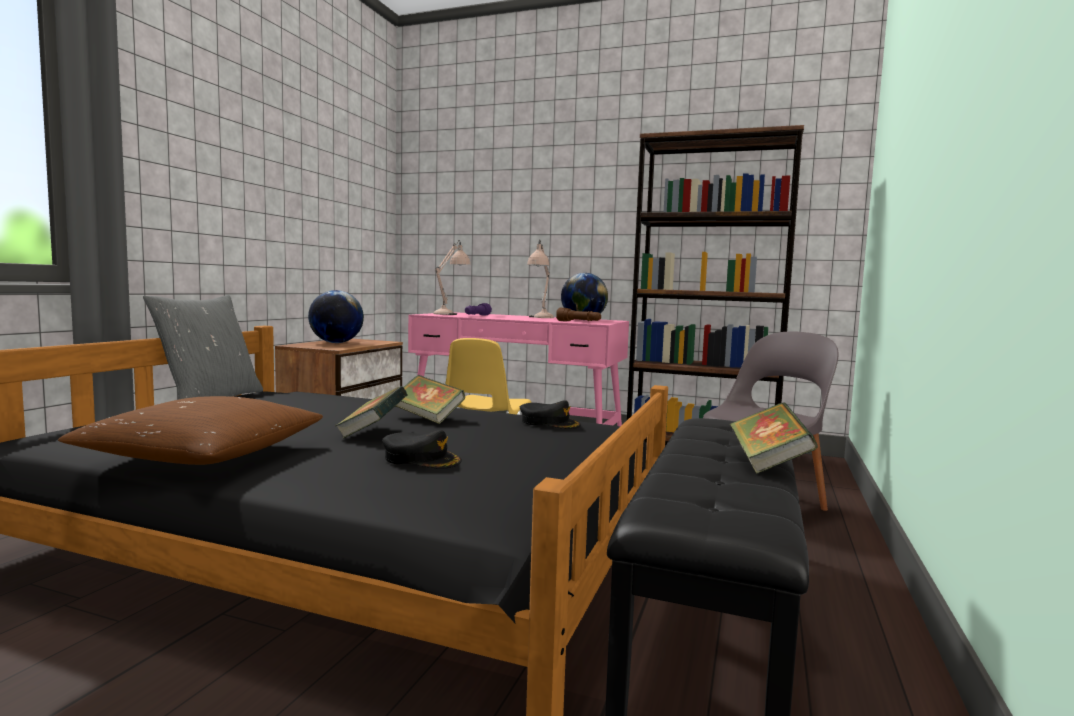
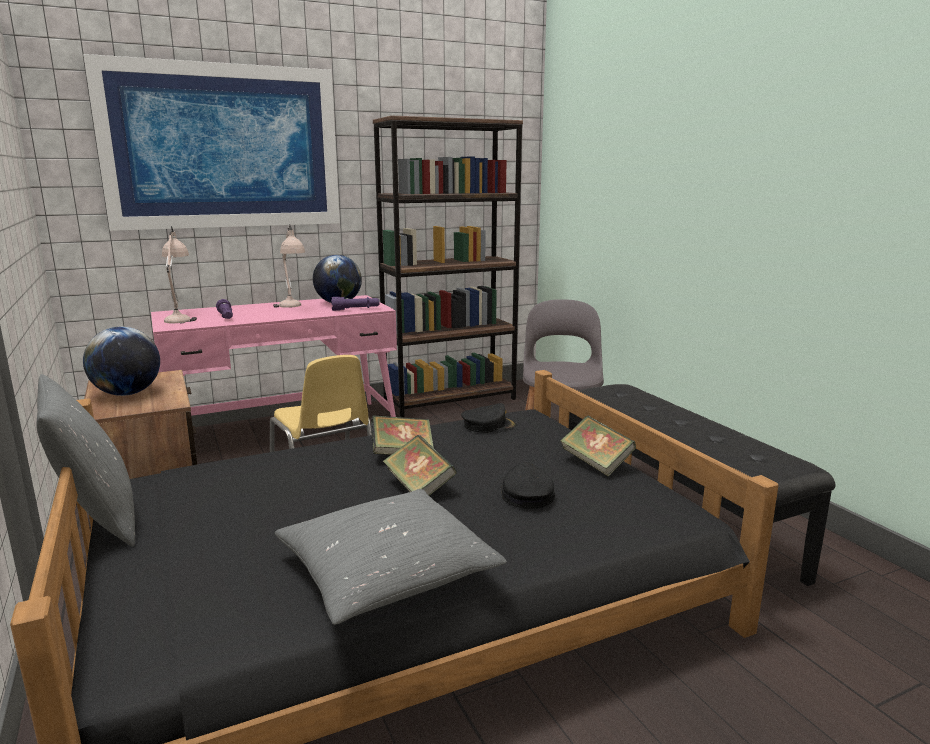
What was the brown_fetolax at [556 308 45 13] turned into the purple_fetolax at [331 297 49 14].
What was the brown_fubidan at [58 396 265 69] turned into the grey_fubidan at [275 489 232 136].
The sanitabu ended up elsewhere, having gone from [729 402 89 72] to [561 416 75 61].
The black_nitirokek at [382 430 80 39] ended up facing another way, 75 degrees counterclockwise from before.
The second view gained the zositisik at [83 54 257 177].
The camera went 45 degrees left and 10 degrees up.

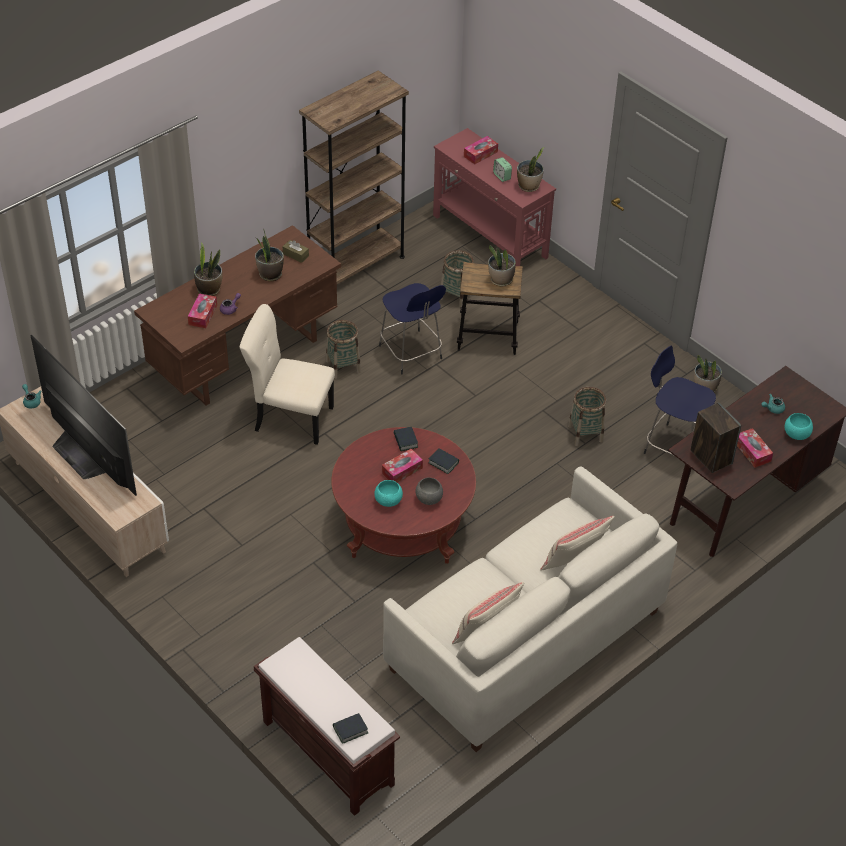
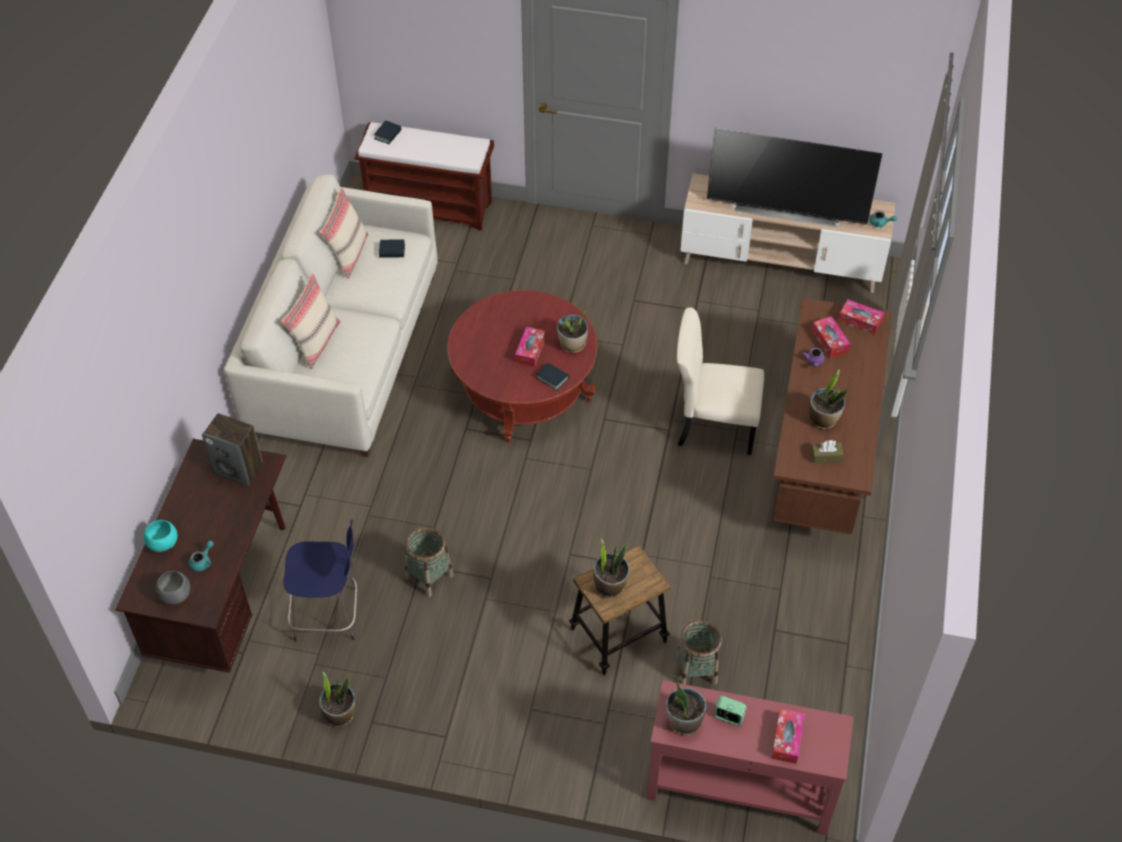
The second view lost the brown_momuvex at [299 70 110 214].
The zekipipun ended up elsewhere, having gone from [194 242 28 54] to [557 311 31 42].
The second view lost the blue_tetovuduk at [379 283 67 92].
The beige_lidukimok at [240 304 95 141] ended up facing another way, 150 degrees counterclockwise from before.
The second view lost the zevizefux at [326 320 35 59].
The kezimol ended up elsewhere, having gone from [737 428 36 40] to [838 300 46 35].
The sanitabu ended up elsewhere, having gone from [428 448 31 26] to [379 240 26 18].
The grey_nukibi ended up elsewhere, having gone from [415 477 28 28] to [156 571 34 33].
The second view lost the turquoise_nukibi at [374 480 29 27].
The camera went 145 degrees right and 5 degrees up.

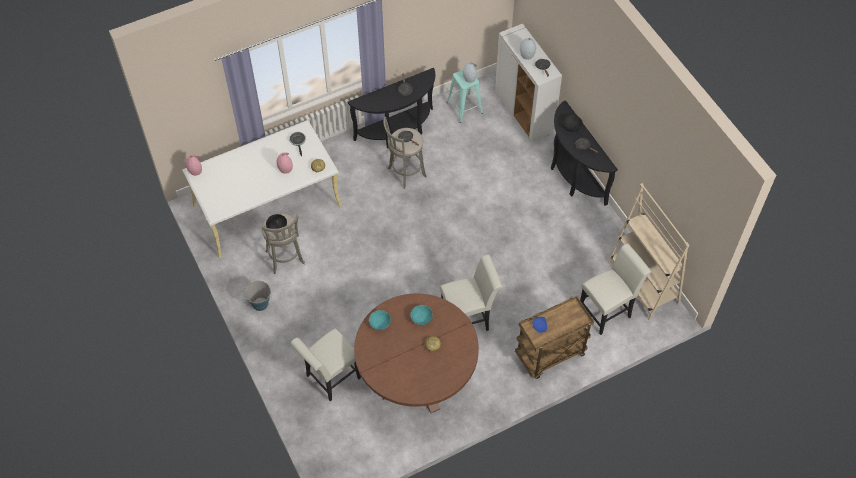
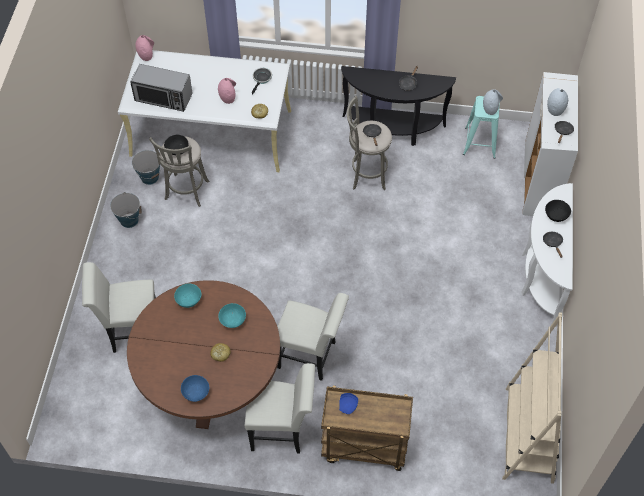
What was the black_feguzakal at [551 100 67 106] turned into the white_feguzakal at [521 183 52 144].
The white_lidukimok ended up elsewhere, having gone from [580 243 72 92] to [245 363 70 90].
The second view gained the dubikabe at [130 64 63 48].
The second view gained the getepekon at [132 150 30 35].
The second view gained the blue_nukibi at [181 375 28 27].
The camera went 35 degrees right and 0 degrees up.

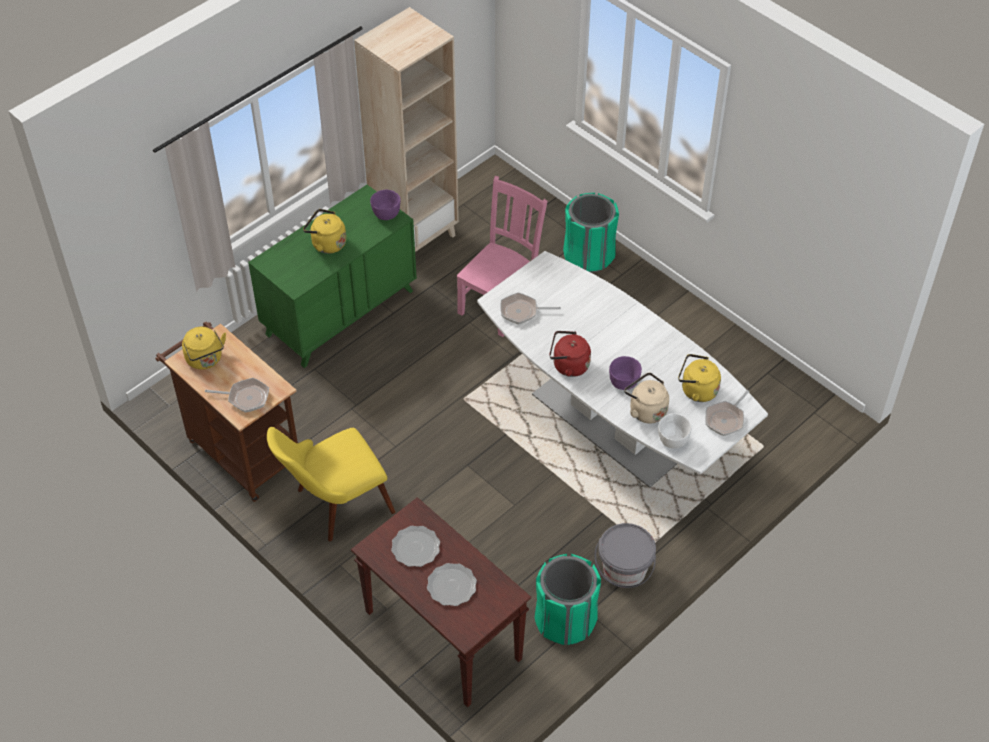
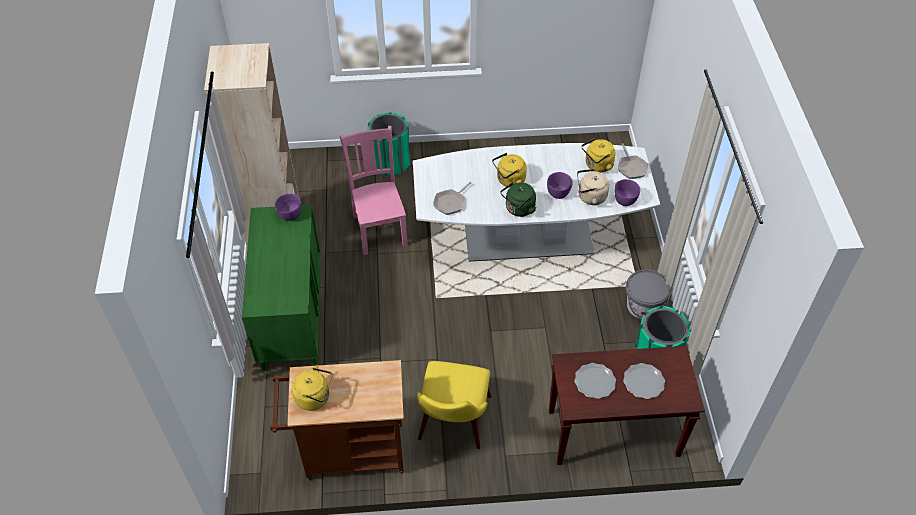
The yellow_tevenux ended up elsewhere, having gone from [303 209 43 45] to [492 153 35 34].
What was the red_tevenux at [549 331 42 46] turned into the green_tevenux at [500 182 36 35].
The second view lost the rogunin at [205 378 64 35].
What was the white_nukibi at [658 413 33 35] turned into the purple_nukibi at [615 179 25 27].
The camera went 50 degrees left and 0 degrees up.

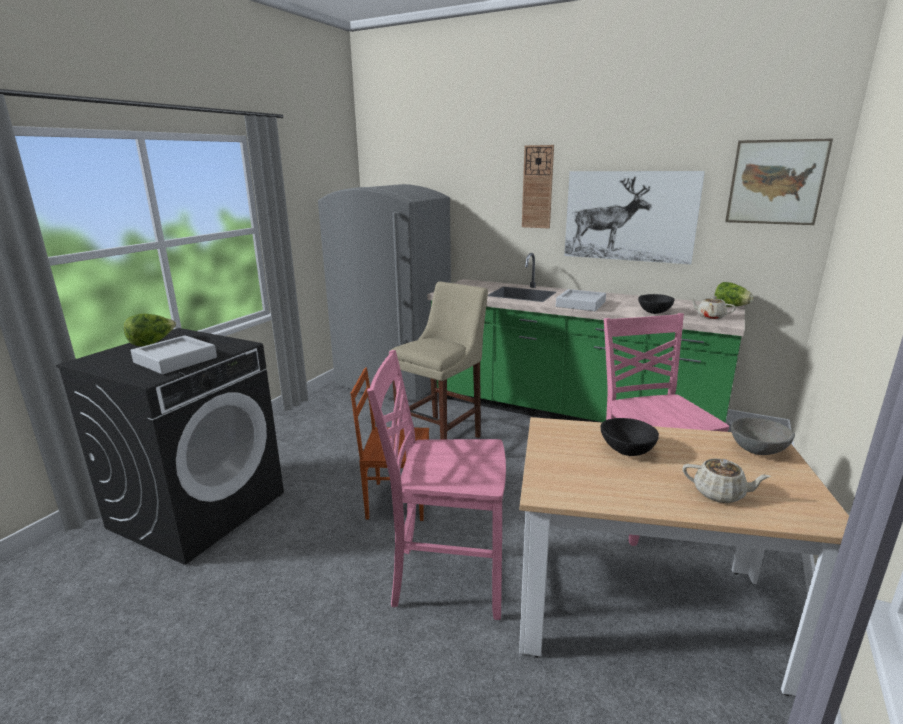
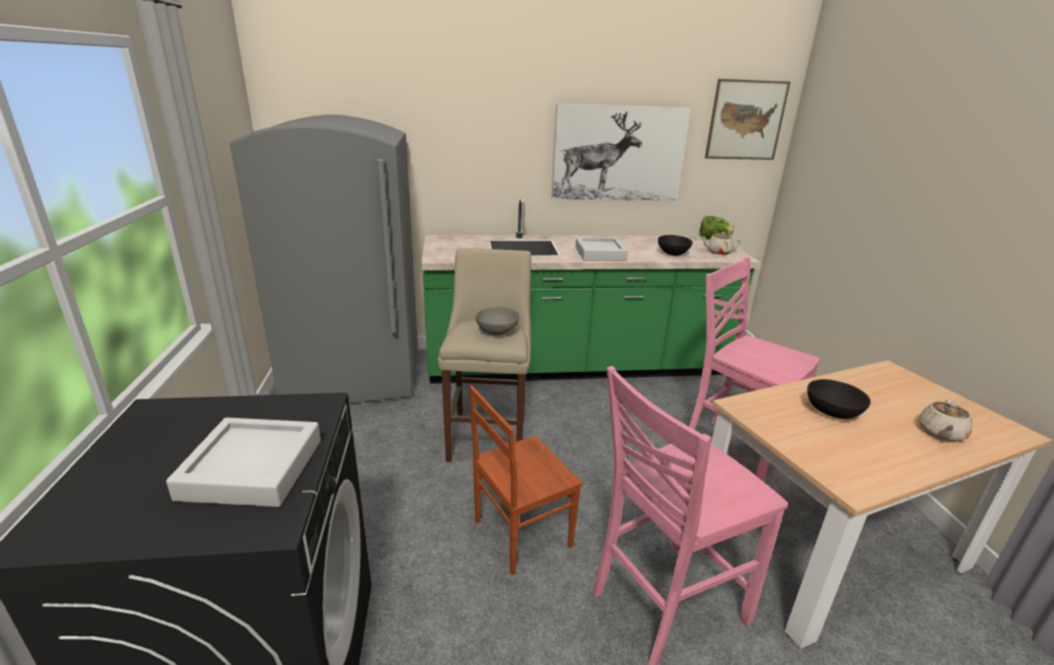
The second view lost the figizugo at [522 145 32 83].
The second view lost the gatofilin at [124 314 52 32].
The grey_nukibi ended up elsewhere, having gone from [731 418 64 37] to [476 307 44 28].
The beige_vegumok at [682 458 89 45] ended up facing another way, 135 degrees clockwise from before.
The camera went 35 degrees left and 5 degrees up.

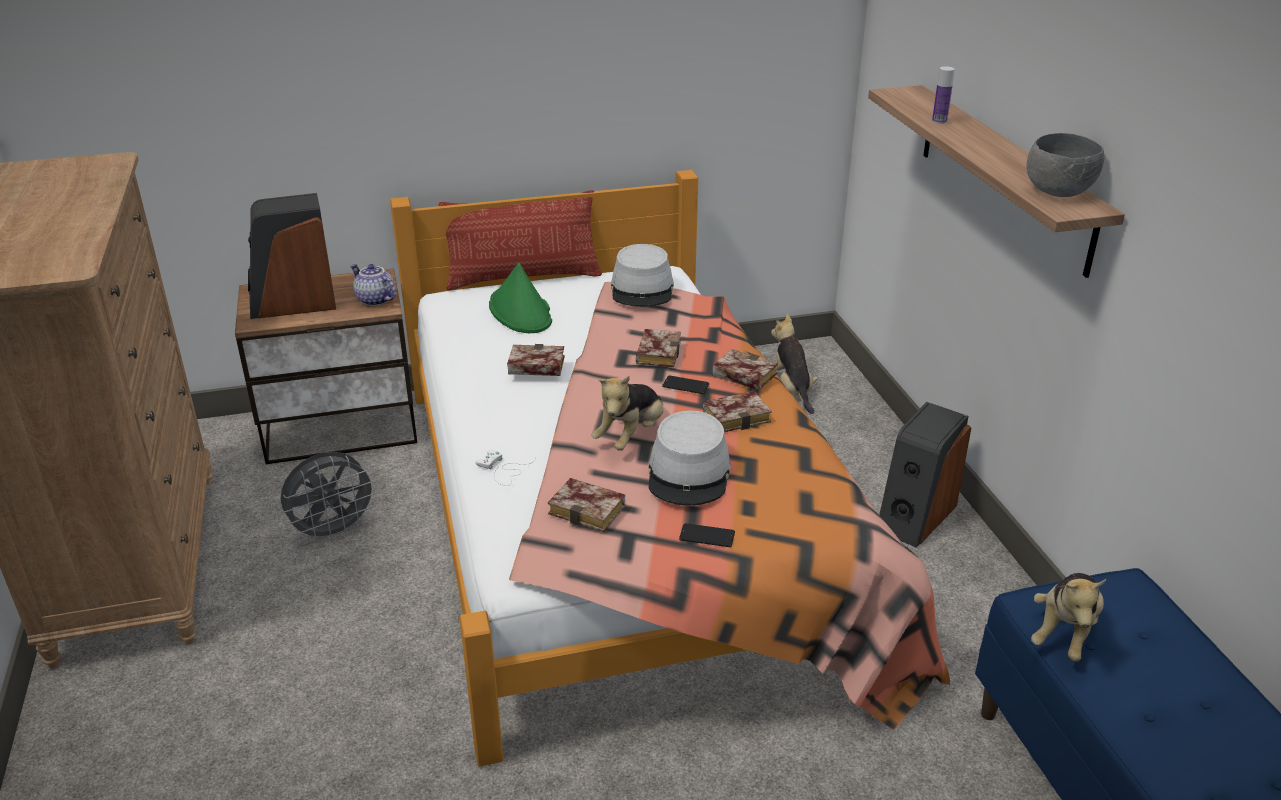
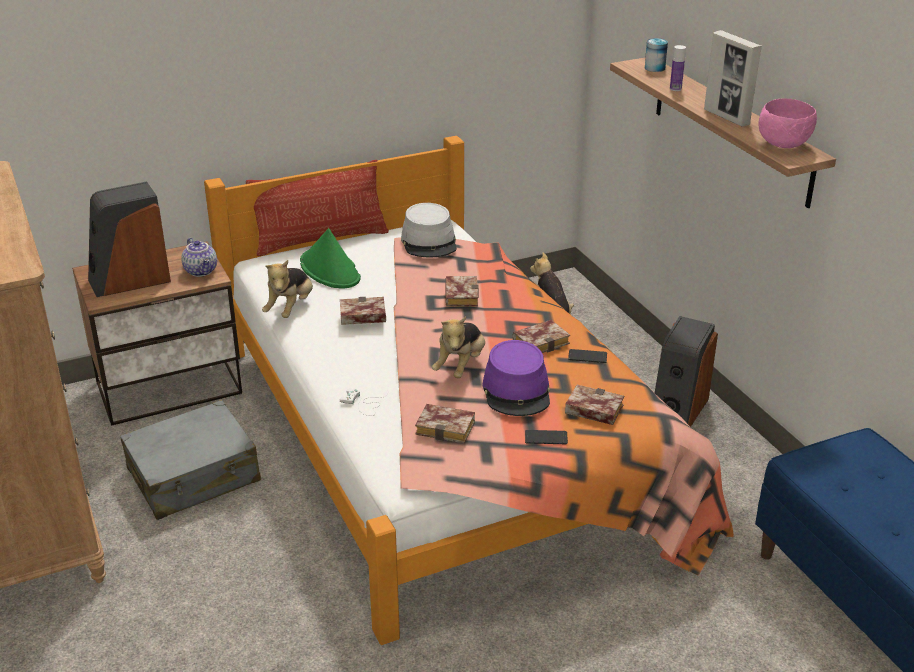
What was the grey_nukibi at [1026 133 78 64] turned into the pink_nukibi at [759 98 58 50].
The vegumok at [351 264 45 42] ended up facing another way, 150 degrees counterclockwise from before.
The sanitabu ended up elsewhere, having gone from [713 349 65 42] to [565 385 59 40].
The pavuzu ended up elsewhere, having gone from [662 376 47 18] to [568 349 39 14].
What was the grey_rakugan at [648 411 83 95] turned into the purple_rakugan at [482 340 68 76].
Where the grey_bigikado stood at [280 452 99 91], the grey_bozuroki came to stand at [120 400 141 120].
The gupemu ended up elsewhere, having gone from [1031 573 75 88] to [262 260 51 58].
The second view gained the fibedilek at [704 30 58 97].
The second view gained the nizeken at [645 38 23 34].
The camera went 10 degrees left and 0 degrees up.

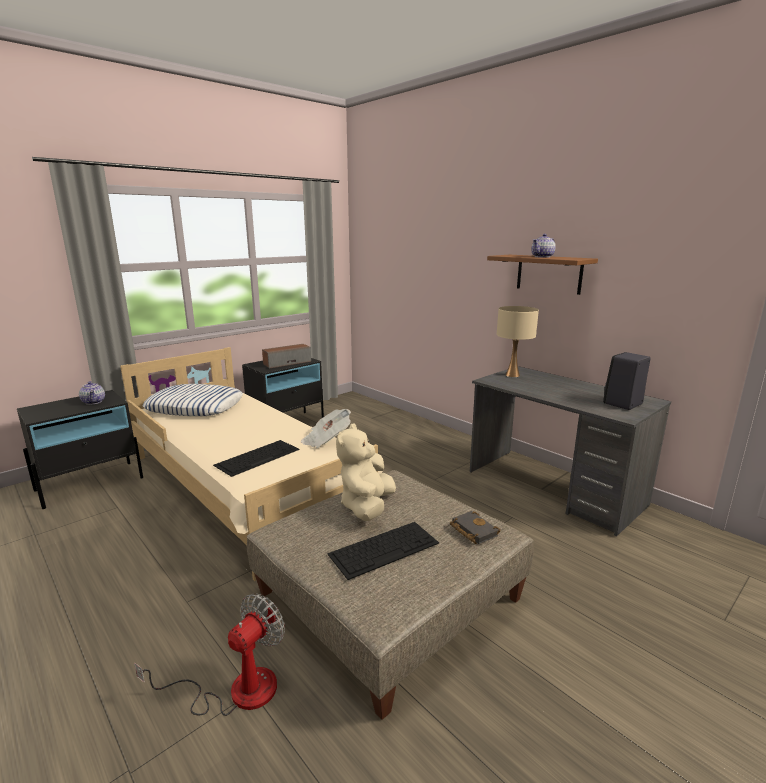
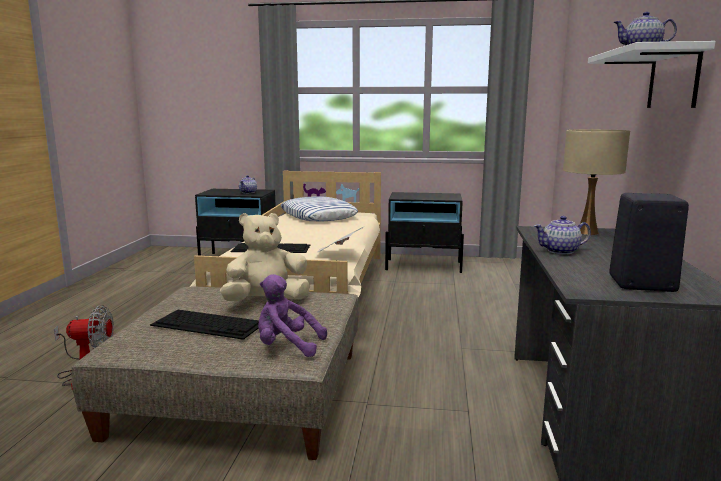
What was the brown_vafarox at [487 255 111 40] turned into the white_vafarox at [588 41 128 67].
The second view lost the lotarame at [262 344 49 24].
Where the black_sanitabu stood at [450 511 51 33], the purple_gupemu came to stand at [258 274 69 83].
The second view gained the vegumok at [534 216 57 38].
The camera went 50 degrees right and 5 degrees down.

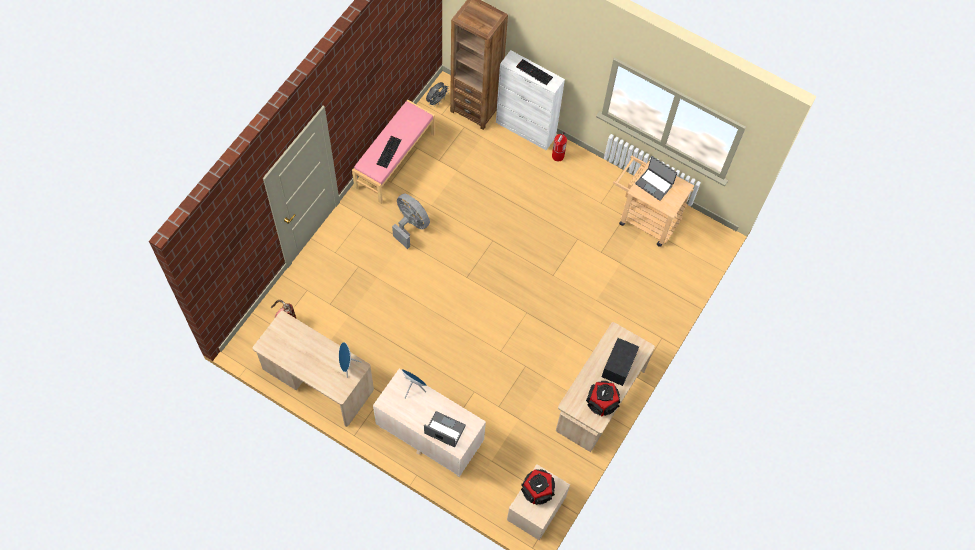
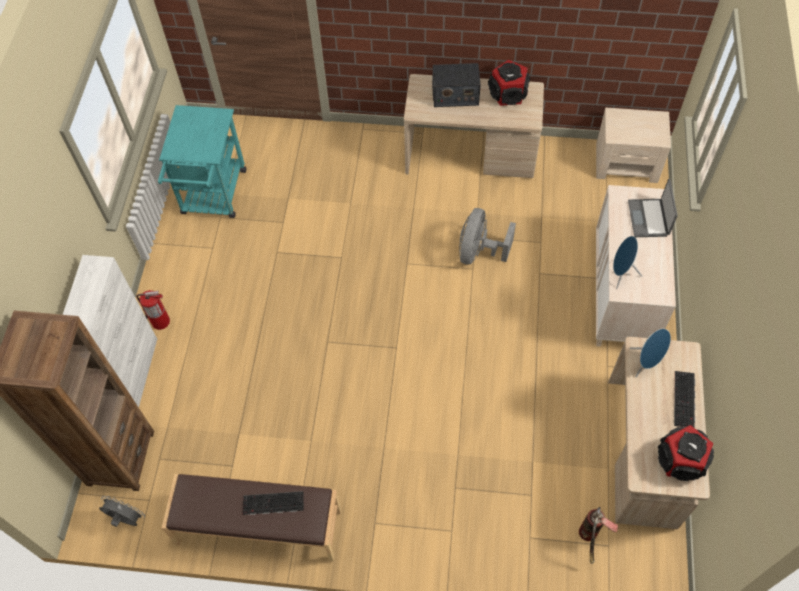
The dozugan ended up elsewhere, having gone from [516 59 37 26] to [674 371 21 57].
What was the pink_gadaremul at [352 100 83 104] turned into the brown_gadaremul at [162 474 179 88].
What was the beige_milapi at [613 156 81 91] turned into the turquoise_milapi at [158 105 88 113].
The second view lost the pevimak at [635 156 42 45].
The grey_bigikado ended up elsewhere, having gone from [392 194 38 55] to [459 208 57 56].
The lotarame ended up elsewhere, having gone from [521 469 34 36] to [658 425 56 56].
The camera went 110 degrees left and 5 degrees down.

